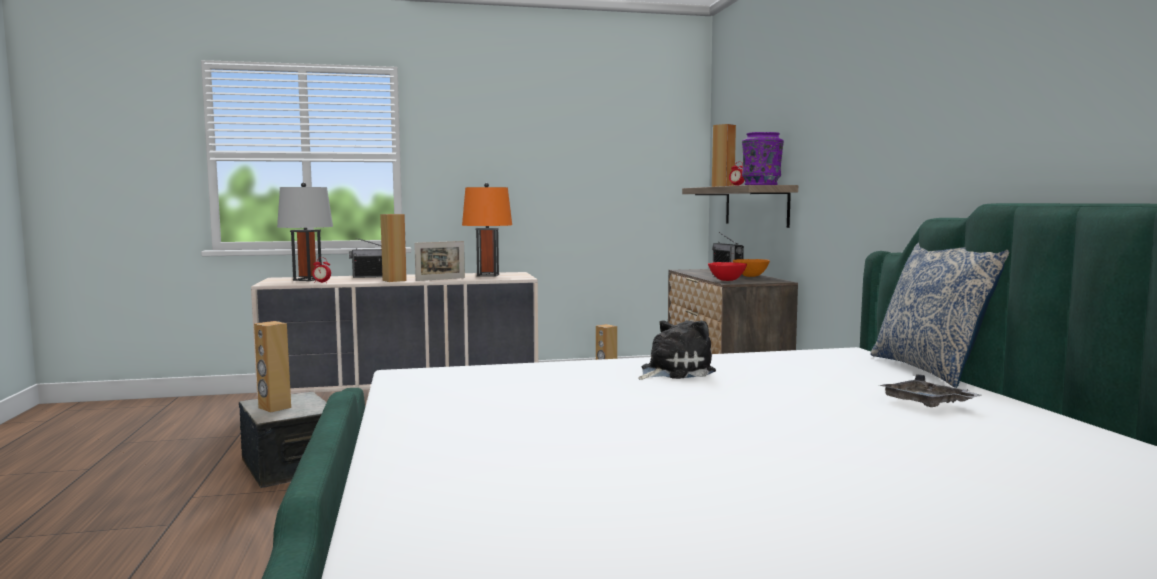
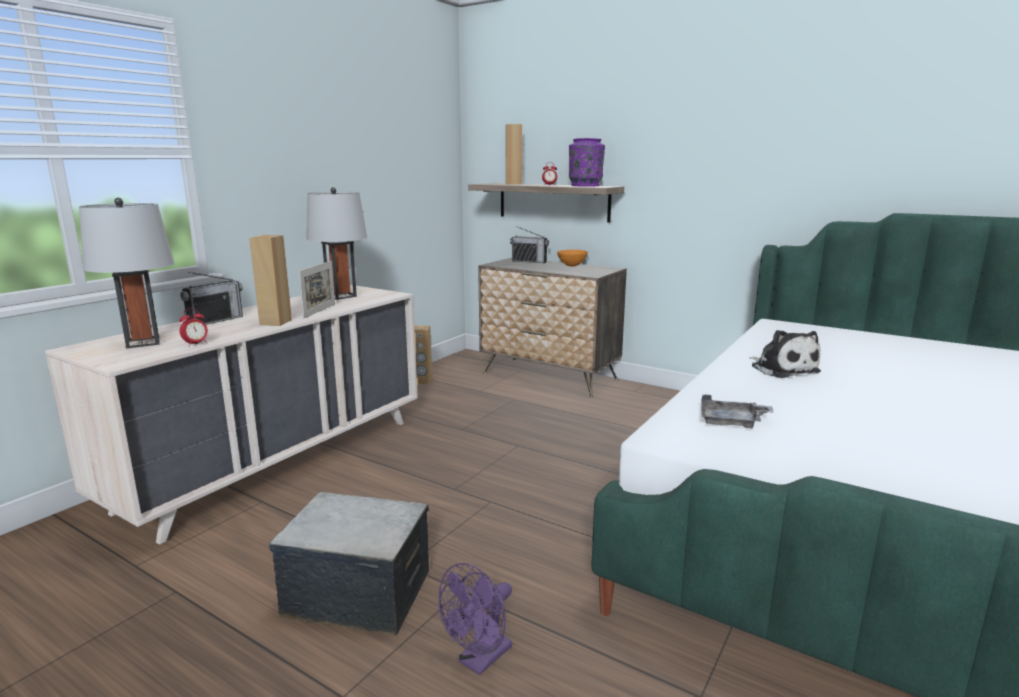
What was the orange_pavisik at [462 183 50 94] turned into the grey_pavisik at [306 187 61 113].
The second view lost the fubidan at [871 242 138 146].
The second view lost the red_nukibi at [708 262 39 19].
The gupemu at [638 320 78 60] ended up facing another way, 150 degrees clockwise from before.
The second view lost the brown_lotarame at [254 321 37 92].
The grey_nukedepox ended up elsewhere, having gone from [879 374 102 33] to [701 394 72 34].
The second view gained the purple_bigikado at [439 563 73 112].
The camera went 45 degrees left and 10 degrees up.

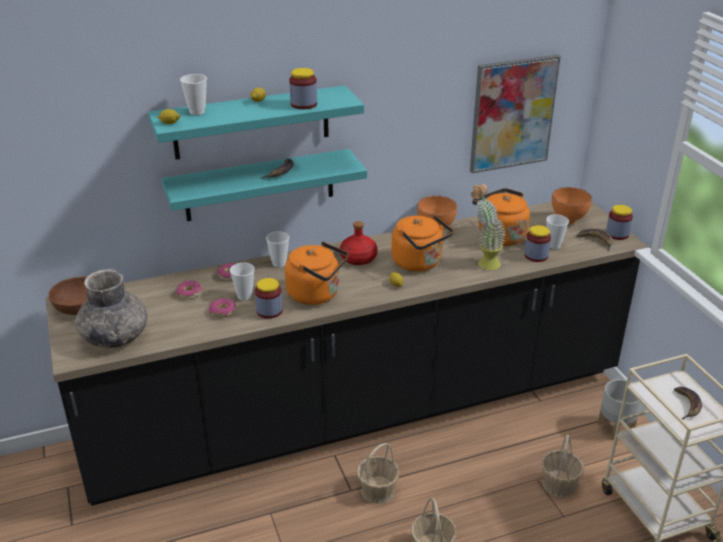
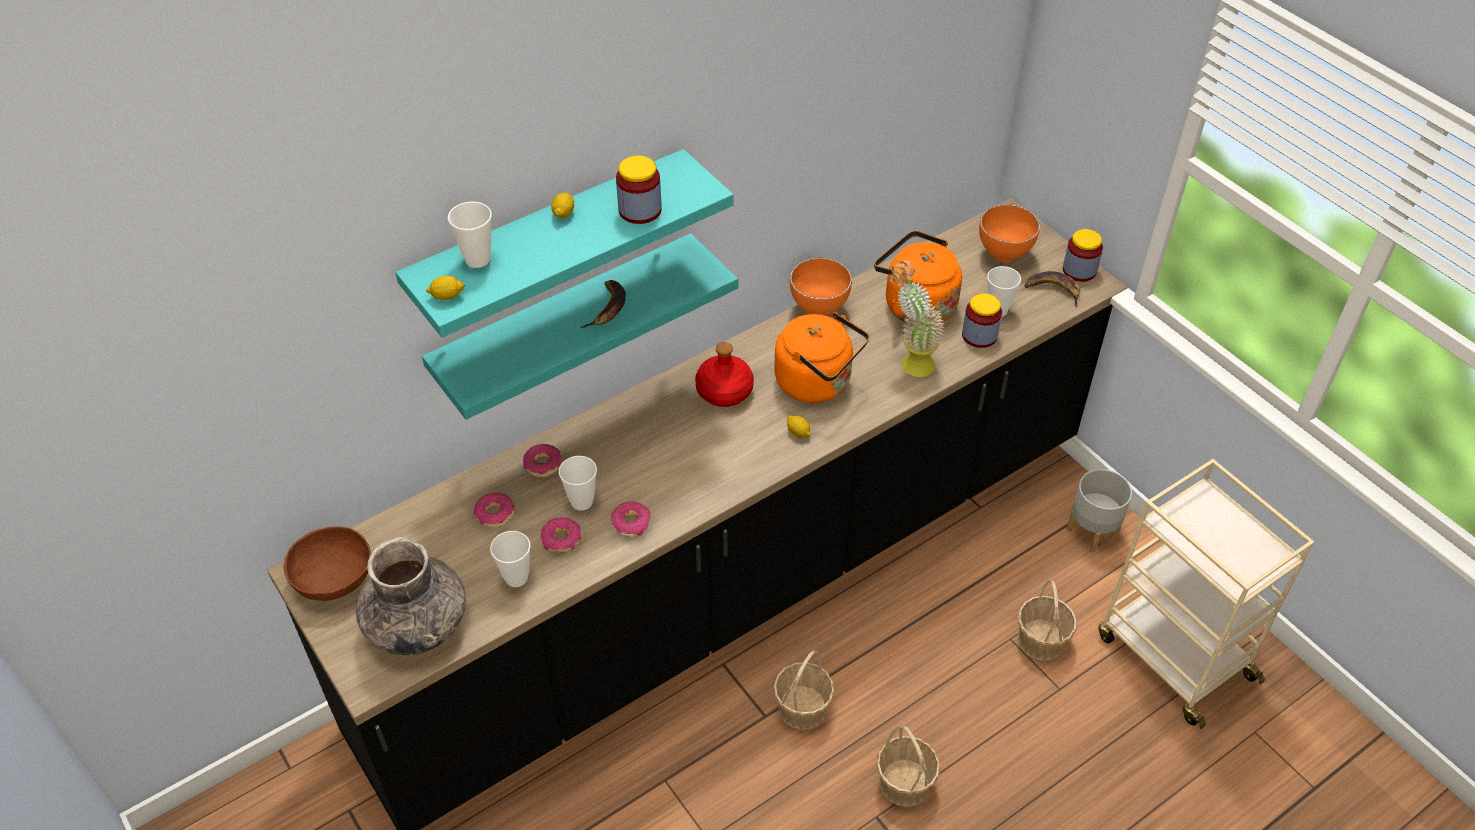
The second view lost the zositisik at [470 55 91 118].
The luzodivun ended up elsewhere, having gone from [266 231 23 36] to [490 531 40 56].
The second view lost the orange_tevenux at [285 242 64 63].
Where the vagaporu stood at [255 278 28 41], the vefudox came to stand at [611 501 40 36].
The second view lost the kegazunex at [674 387 28 32].
The camera went 15 degrees left and 15 degrees up.

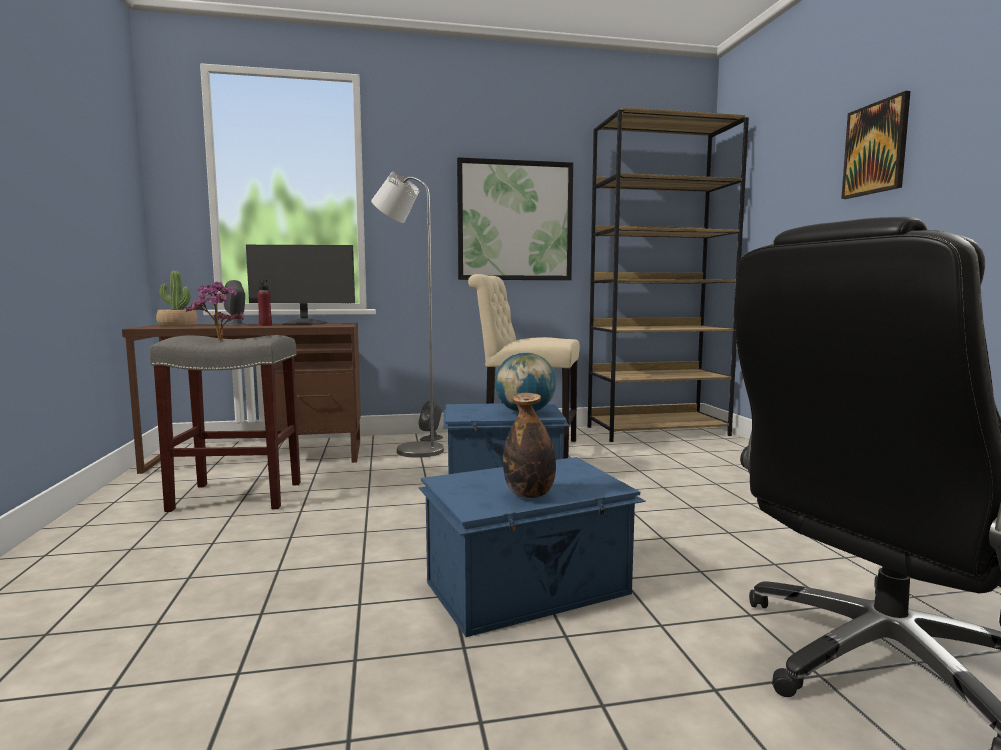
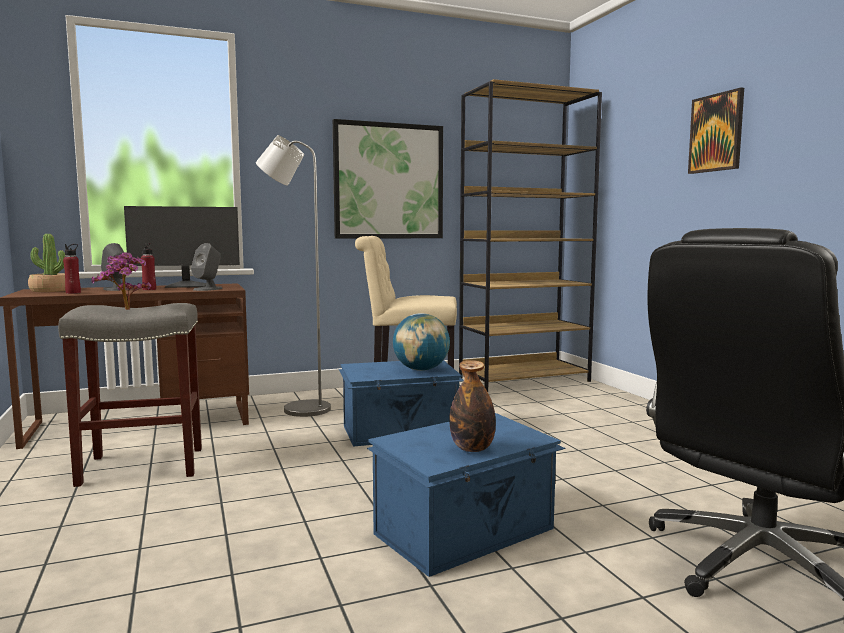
The grey_lotarame ended up elsewhere, having gone from [418 401 25 40] to [191 243 32 48].
The second view gained the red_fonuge at [63 244 18 50].
The camera went 10 degrees left and 0 degrees up.

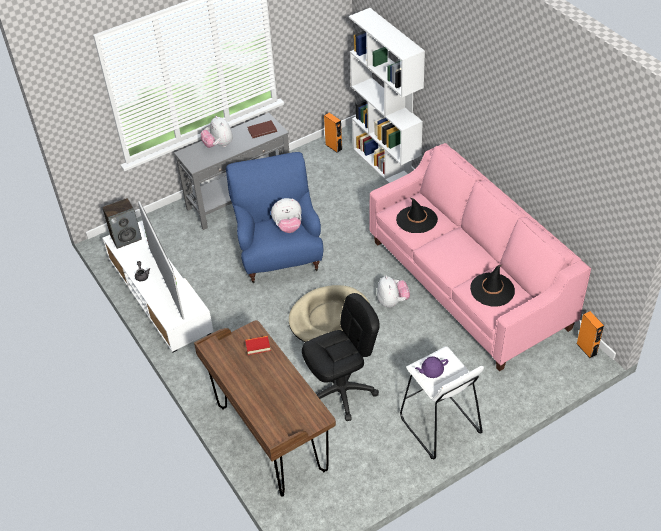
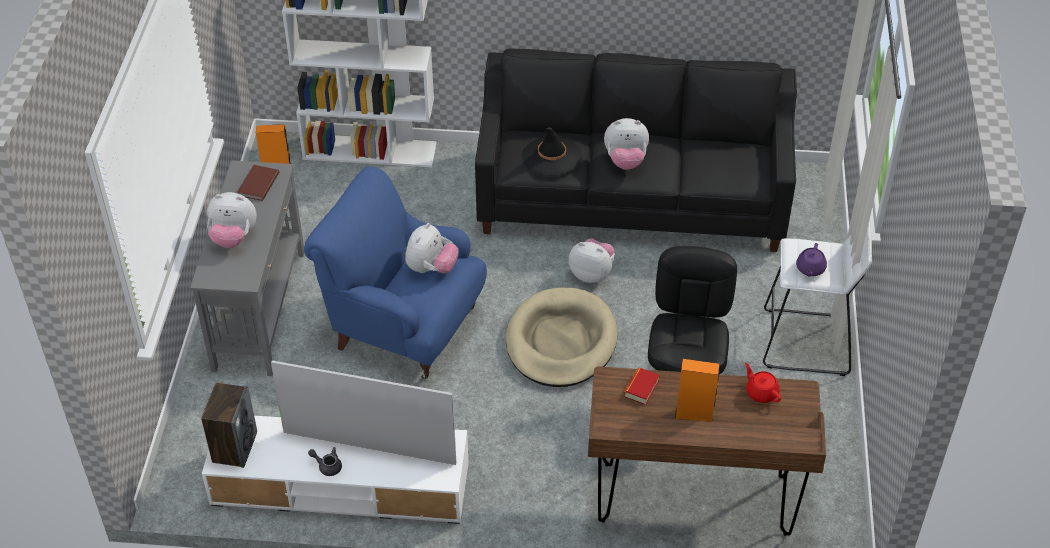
What was the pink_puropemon at [370 143 221 228] turned into the black_puropemon at [475 48 322 204].
The second view lost the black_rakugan at [470 264 45 43].
The orange_lotarame ended up elsewhere, having gone from [576 311 28 48] to [675 359 45 62].
The second view gained the gupemu at [604 118 45 52].
The second view gained the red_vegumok at [745 363 36 40].
The camera went 55 degrees left and 0 degrees up.

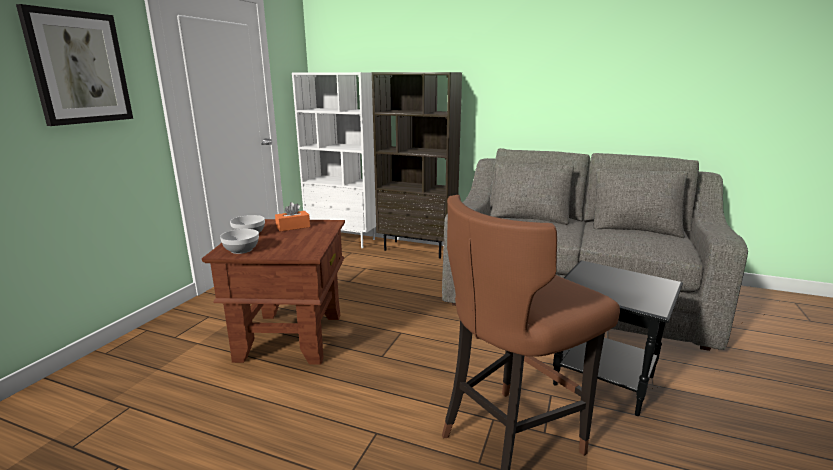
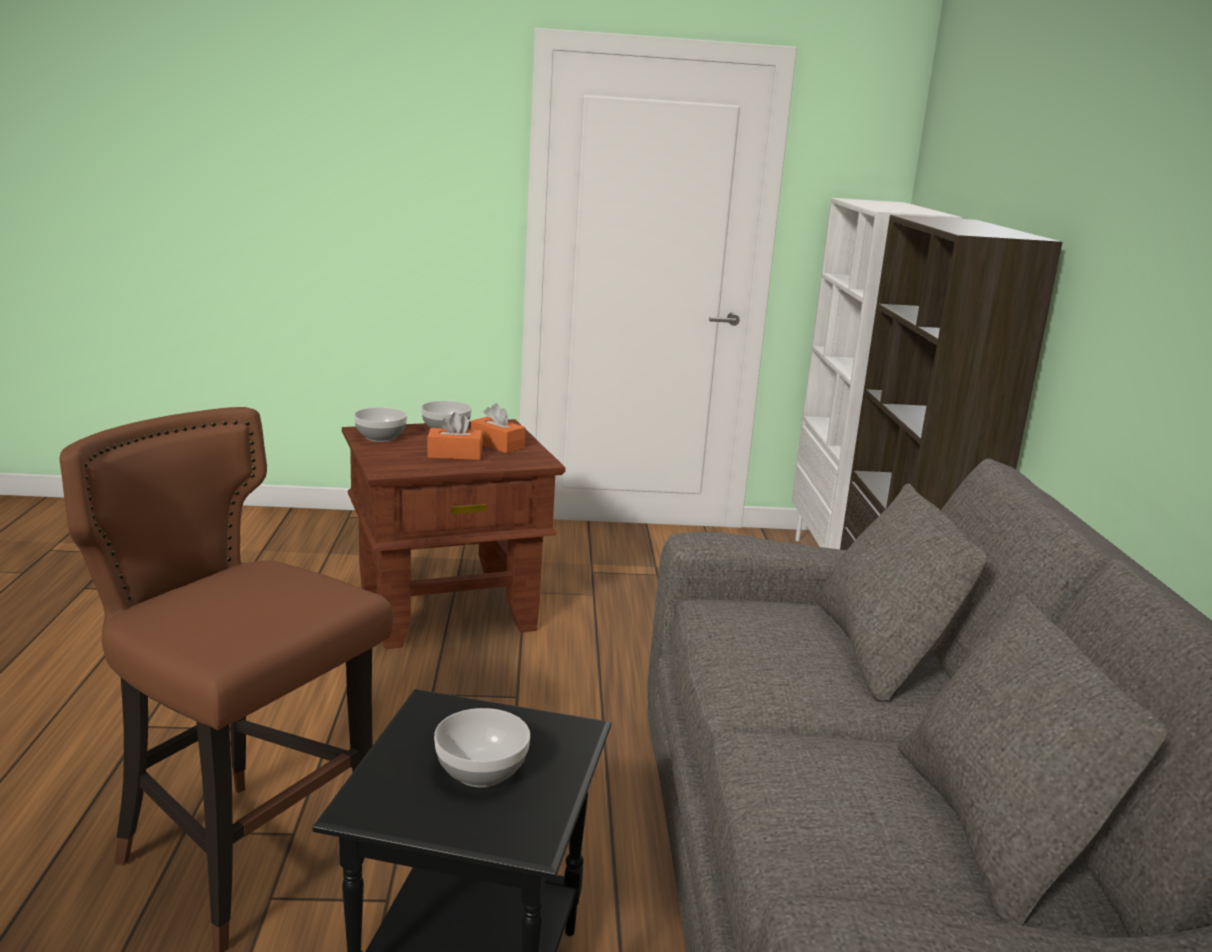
The second view lost the zositisik at [16 4 117 122].
The second view gained the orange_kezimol at [427 412 56 48].
The second view gained the nukibi at [434 708 96 79].
The camera went 65 degrees right and 0 degrees up.

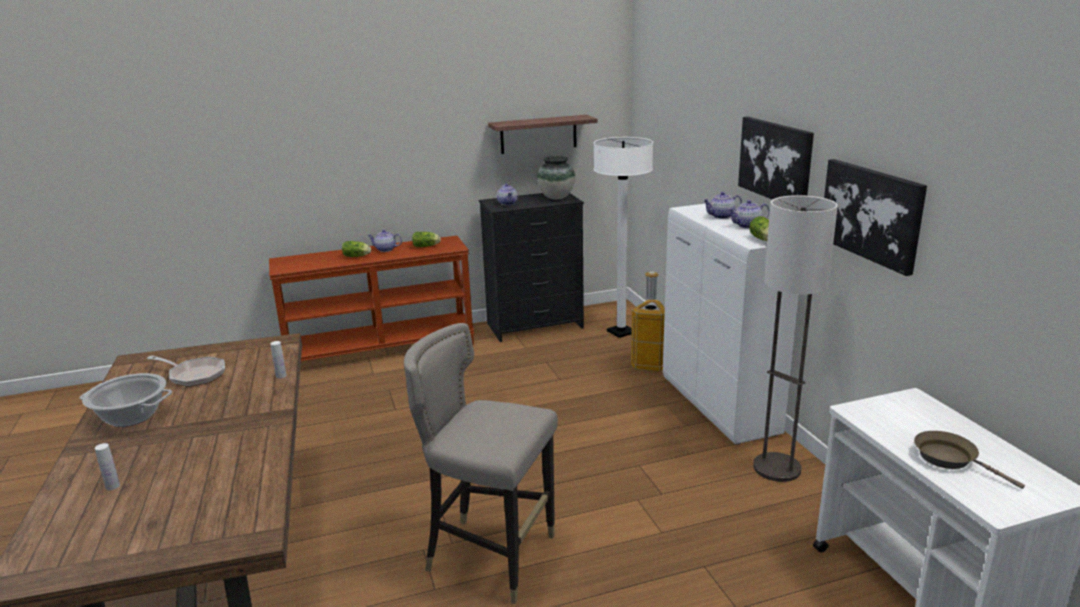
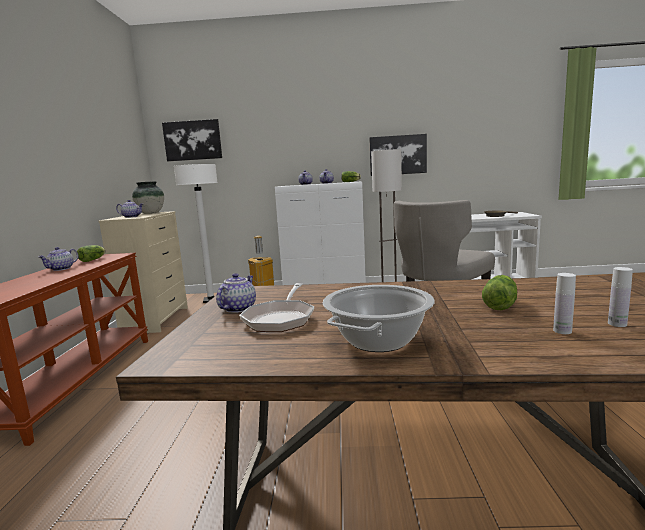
The second view lost the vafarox at [488 115 110 39].
The zositisik ended up elsewhere, having gone from [738 117 76 83] to [162 119 60 42].
What was the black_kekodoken at [479 193 105 149] turned into the beige_kekodoken at [99 211 89 122].
The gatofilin ended up elsewhere, having gone from [342 241 29 16] to [482 275 35 35].
The white_fonuge ended up elsewhere, having gone from [270 341 16 37] to [608 267 25 60].
The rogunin at [147 355 78 32] ended up facing another way, 150 degrees clockwise from before.
The second view gained the vegumok at [216 273 40 40].
The camera went 70 degrees left and 10 degrees down.

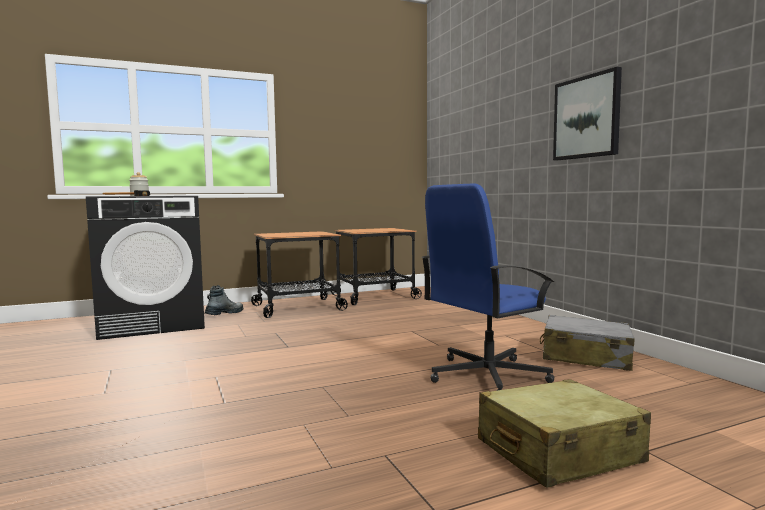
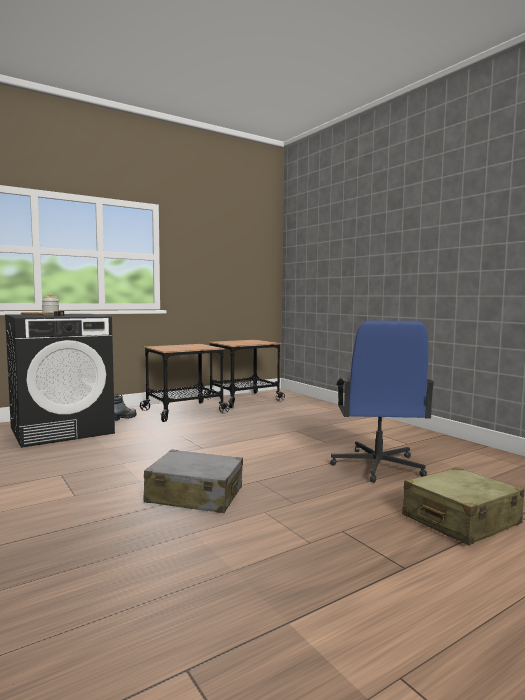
The second view lost the zositisik at [553 67 69 93].
The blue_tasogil at [422 184 133 206] ended up facing another way, 45 degrees counterclockwise from before.
The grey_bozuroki ended up elsewhere, having gone from [540 315 95 56] to [144 450 99 63].
The camera went 10 degrees left and 0 degrees up.

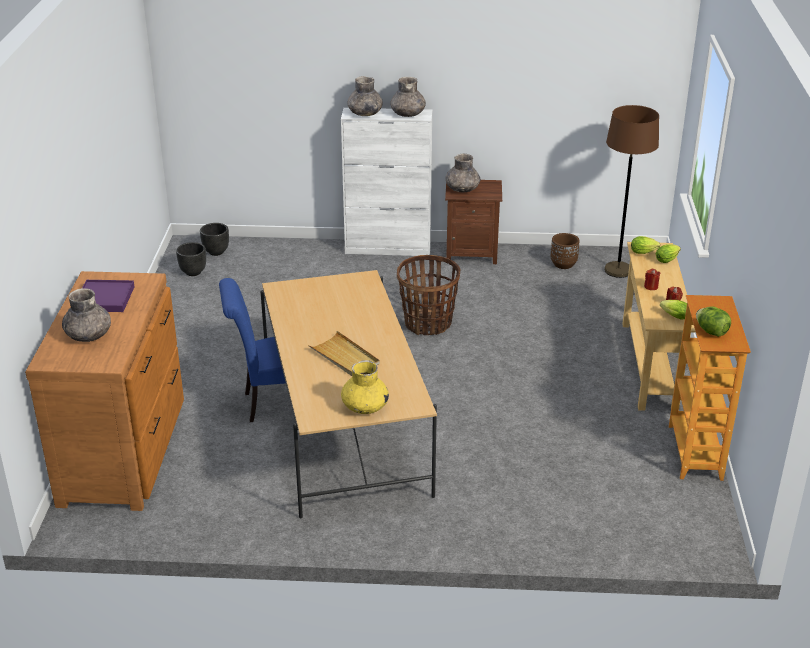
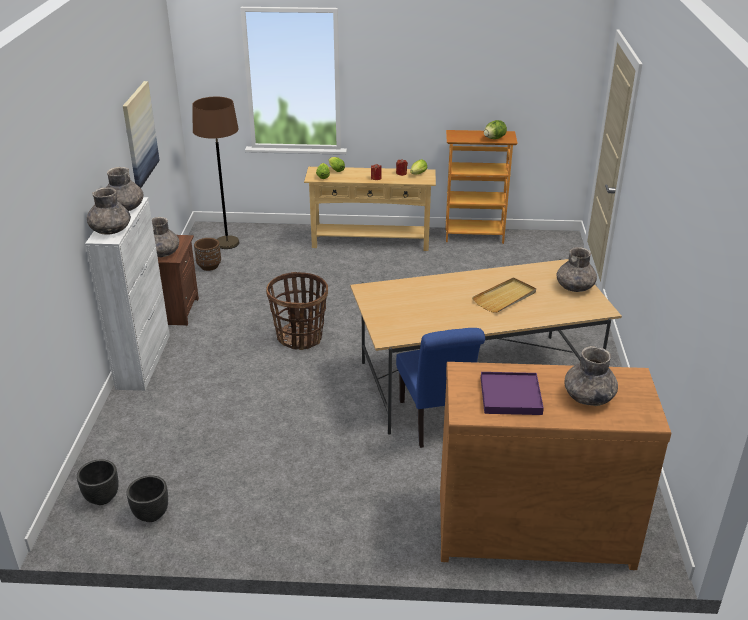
What was the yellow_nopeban at [341 360 48 54] turned into the grey_nopeban at [557 247 40 45].
The second view gained the zositisik at [123 81 37 107].
The camera went 90 degrees left and 0 degrees up.

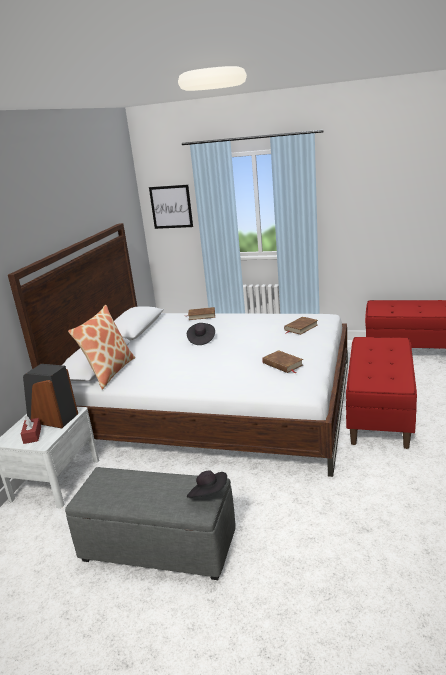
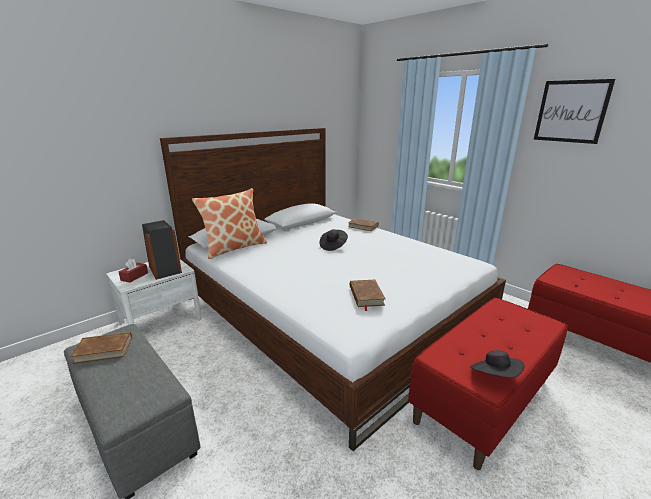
The zositisik ended up elsewhere, having gone from [149 185 44 44] to [534 79 81 65].
The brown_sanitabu ended up elsewhere, having gone from [284 316 34 19] to [71 332 61 32].
The black_rakugan ended up elsewhere, having gone from [187 471 40 27] to [470 350 54 28].
The camera went 30 degrees right and 0 degrees up.

